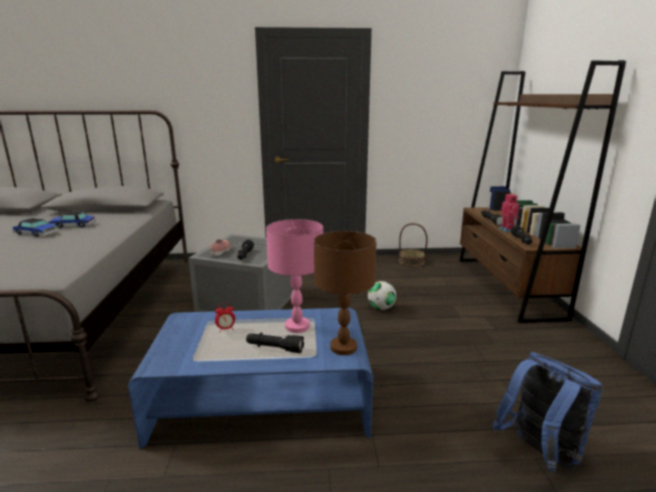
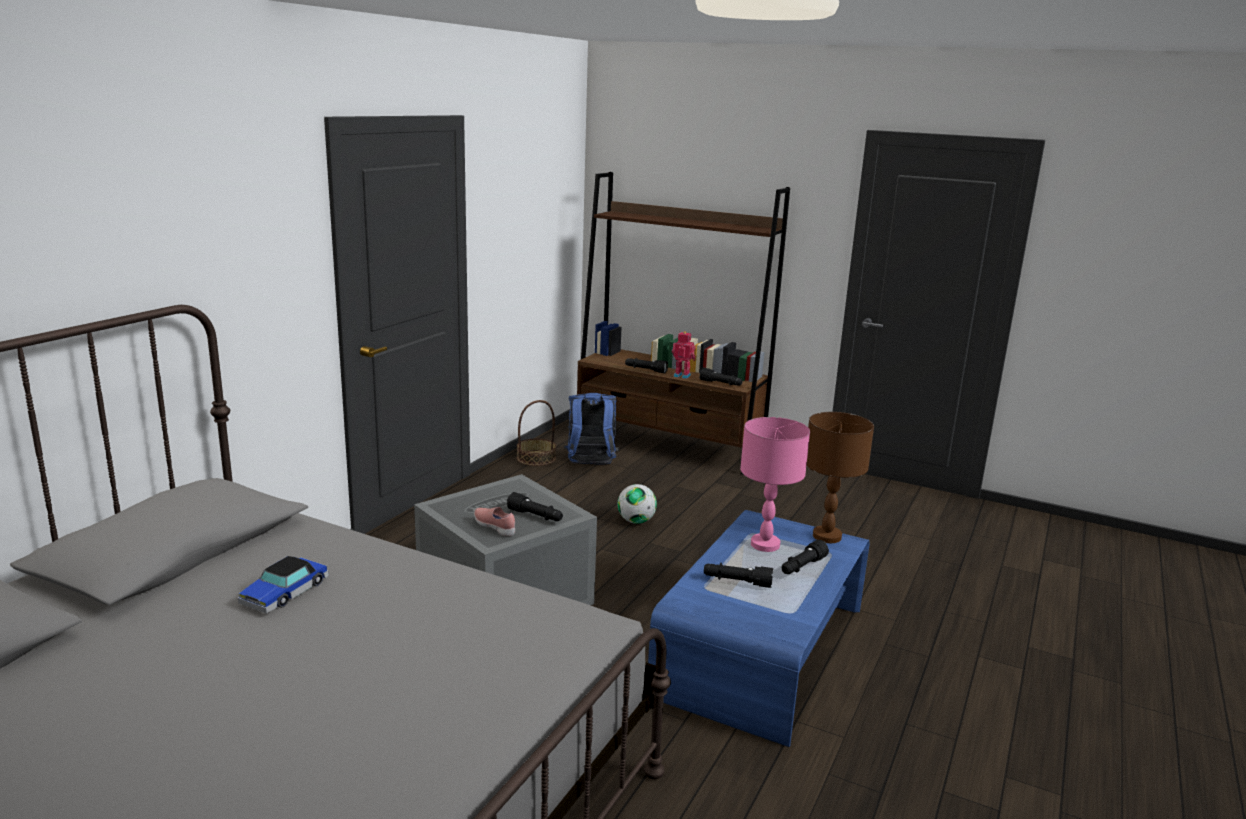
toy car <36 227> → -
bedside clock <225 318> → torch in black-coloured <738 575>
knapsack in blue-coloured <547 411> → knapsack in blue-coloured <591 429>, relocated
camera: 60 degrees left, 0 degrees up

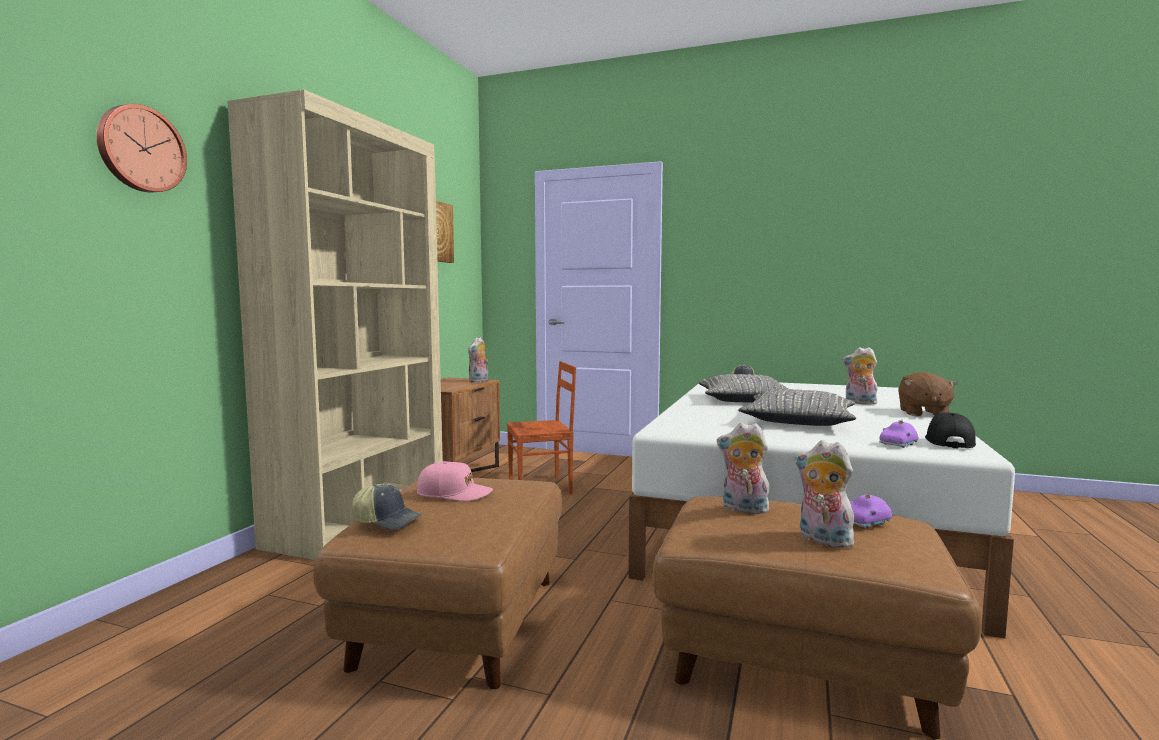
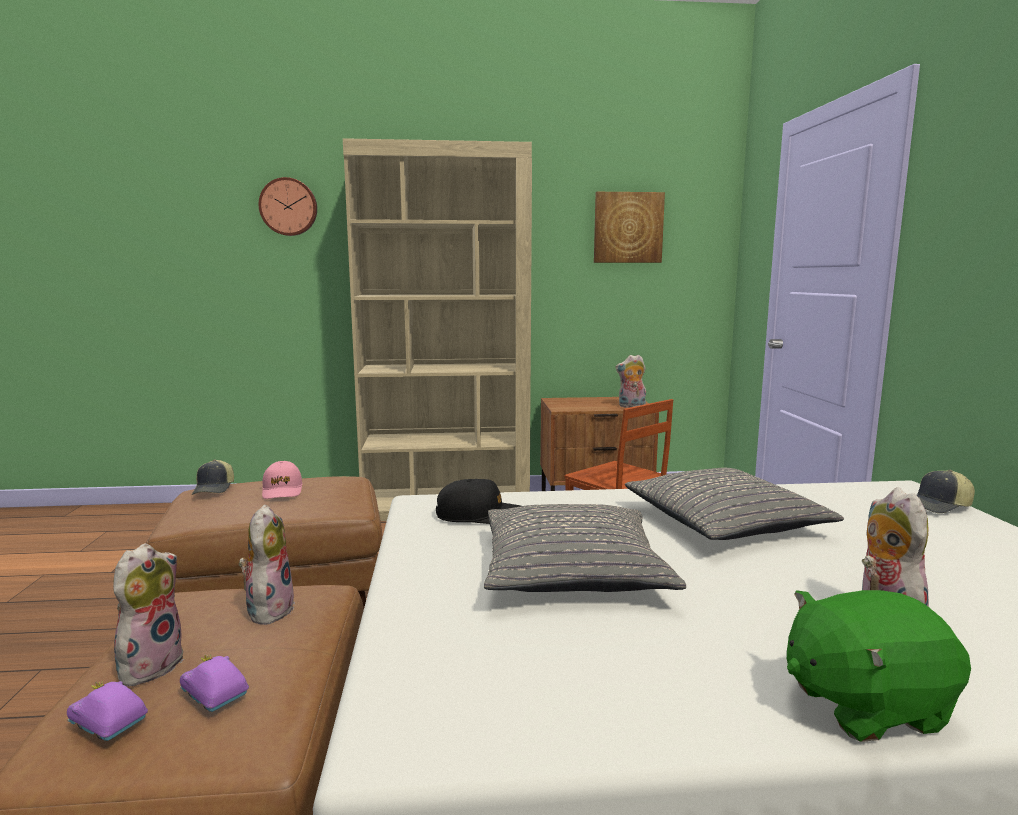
toy car in purple-coloured <899 434> → toy car in purple-coloured <107 711>, relocated
plush toy in brownish <928 394> → plush toy in green <879 666>
peaked cap in black-coloured <950 430> → peaked cap in black-coloured <478 501>, relocated
camera: 65 degrees right, 5 degrees up

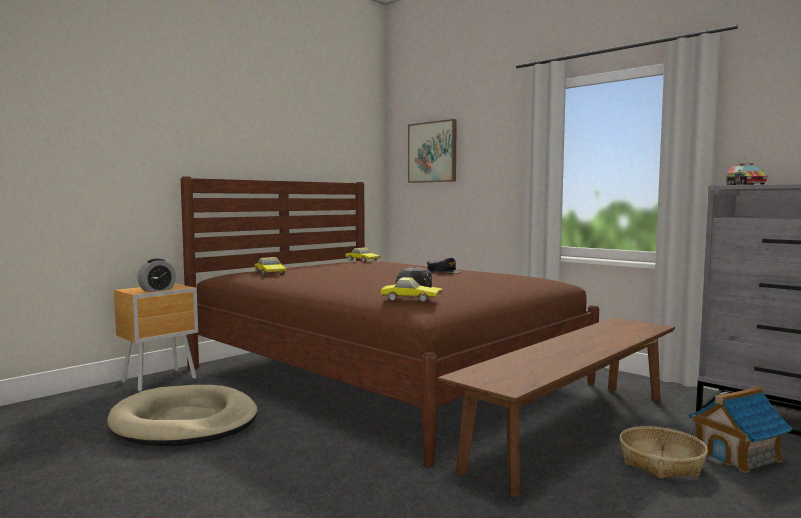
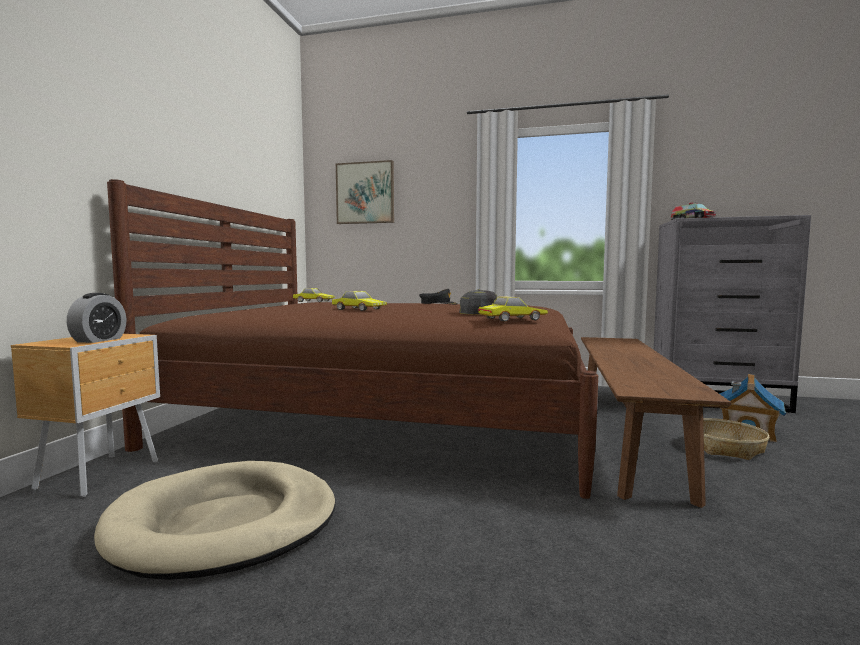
toy car <270 266> → toy car <359 301>, relocated
camera: 30 degrees left, 0 degrees up

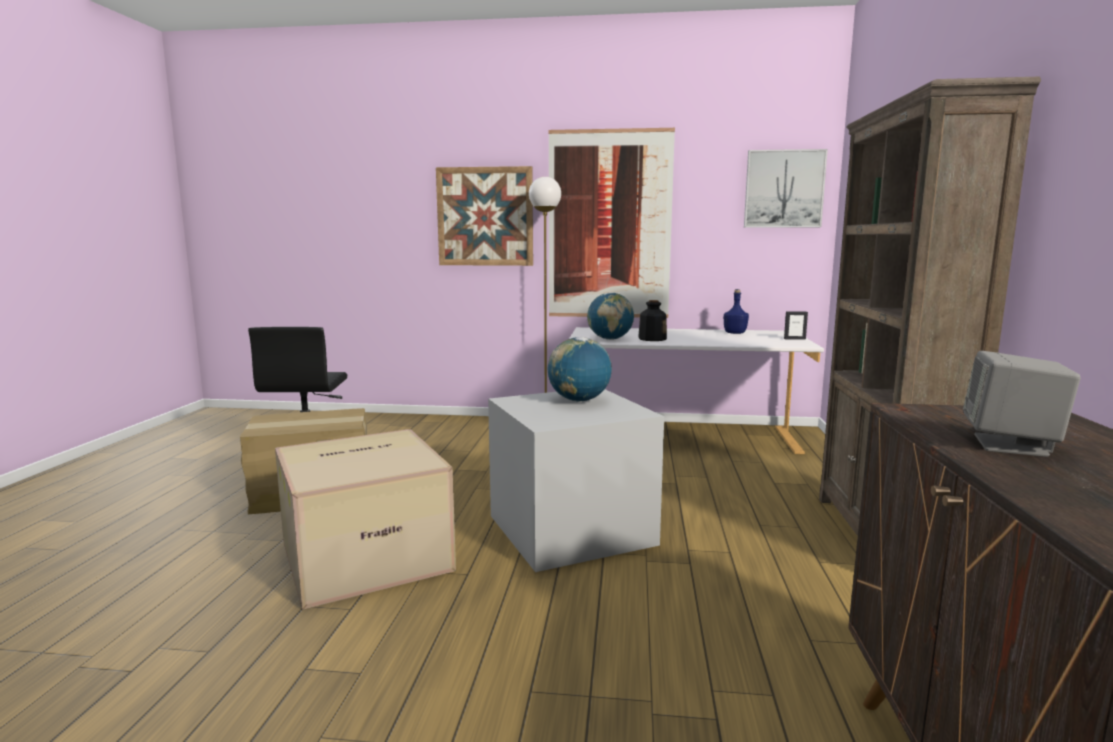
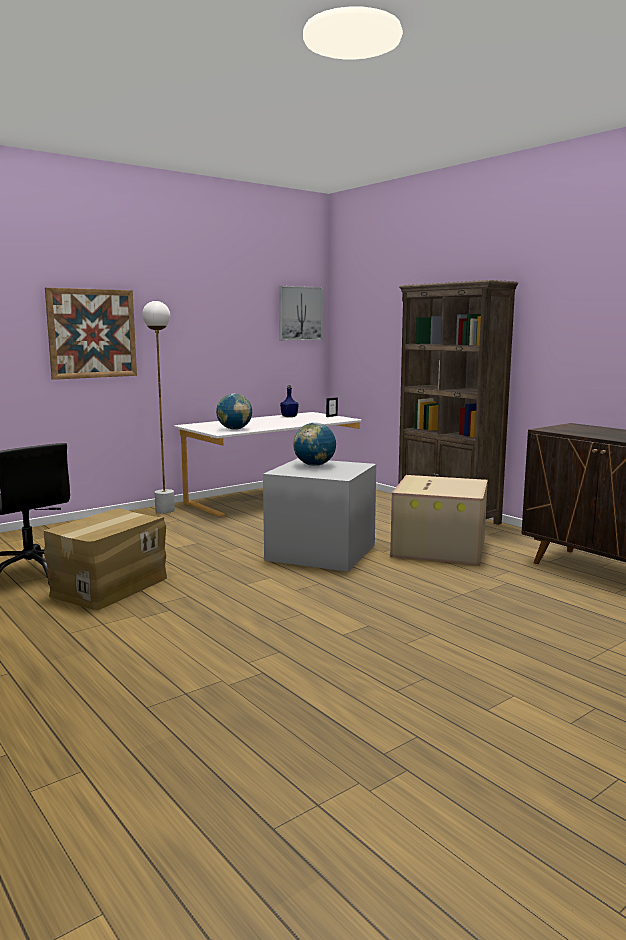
packing box <365 519> → packing box <439 520>, relocated
picture <611 223> → -
beverage bottle <652 320> → -
loudspeaker in greyish <1022 404> → -
camera: 45 degrees left, 0 degrees up

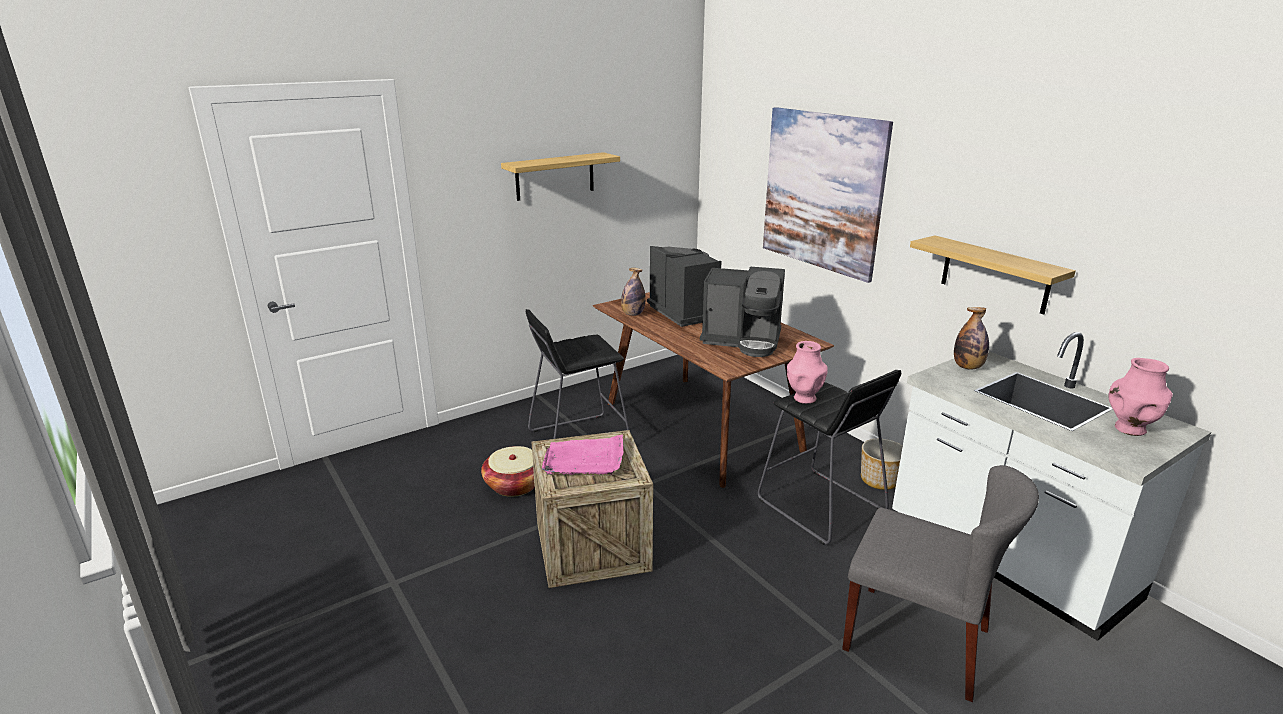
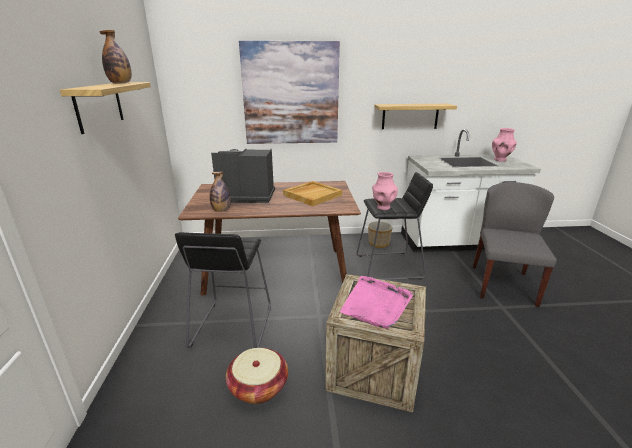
coffee maker <742 312> → carrying tray in beige-coloured <312 193>
upright chair in greyish <940 583> → upright chair in greyish <514 244>, 45 degrees counterclockwise
beverage bottle <971 338> → beverage bottle <116 57>, relocated
camera: 60 degrees left, 0 degrees up

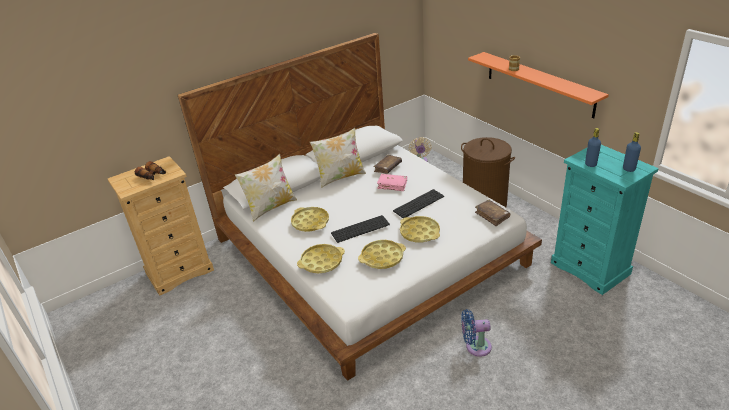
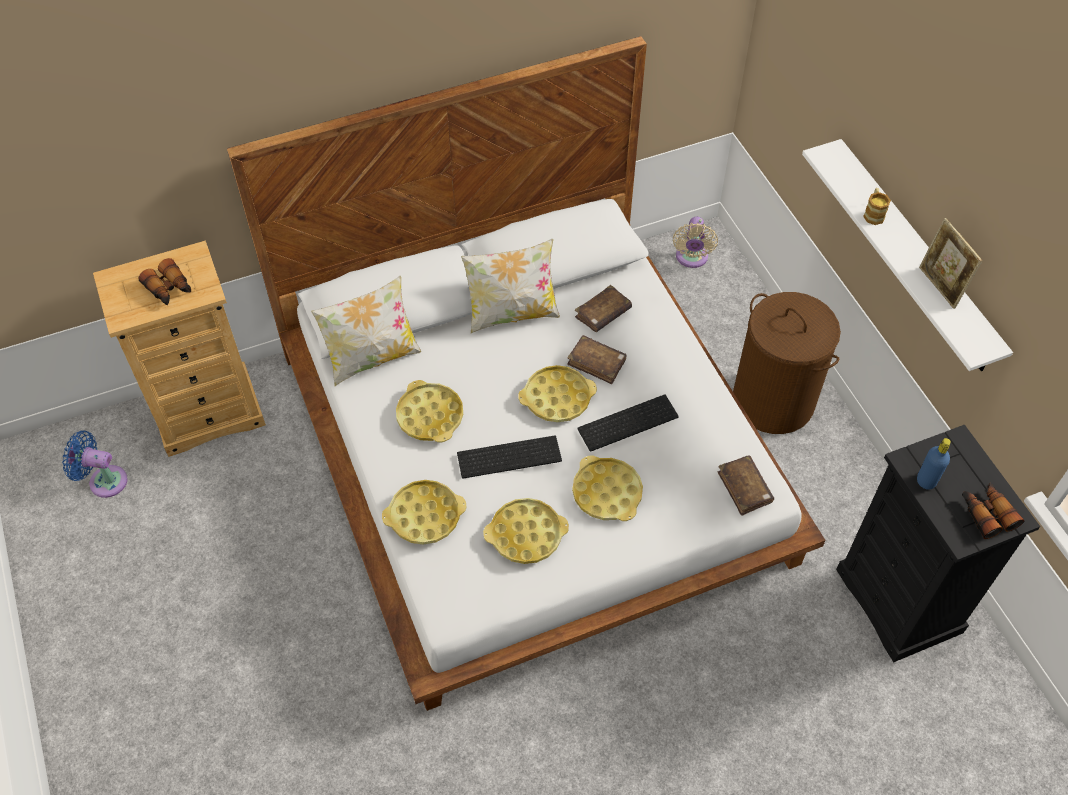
book in pink-coloured <392 182> → book in brownish <597 359>
cooling fan in blue-coloured <476 333> → cooling fan in blue-coloured <95 464>, relocated
shelf in orange-coloured <538 85> → shelf in white-coloured <907 255>
drawer chest in turquoise-coloured <605 220> → drawer chest in black-coloured <938 543>
beverage bottle in blue-coloured <632 152> → field glasses <993 510>
- → carrying tray in yellow-coloured <557 393>
- → picture frame <951 263>
camera: 10 degrees right, 20 degrees up

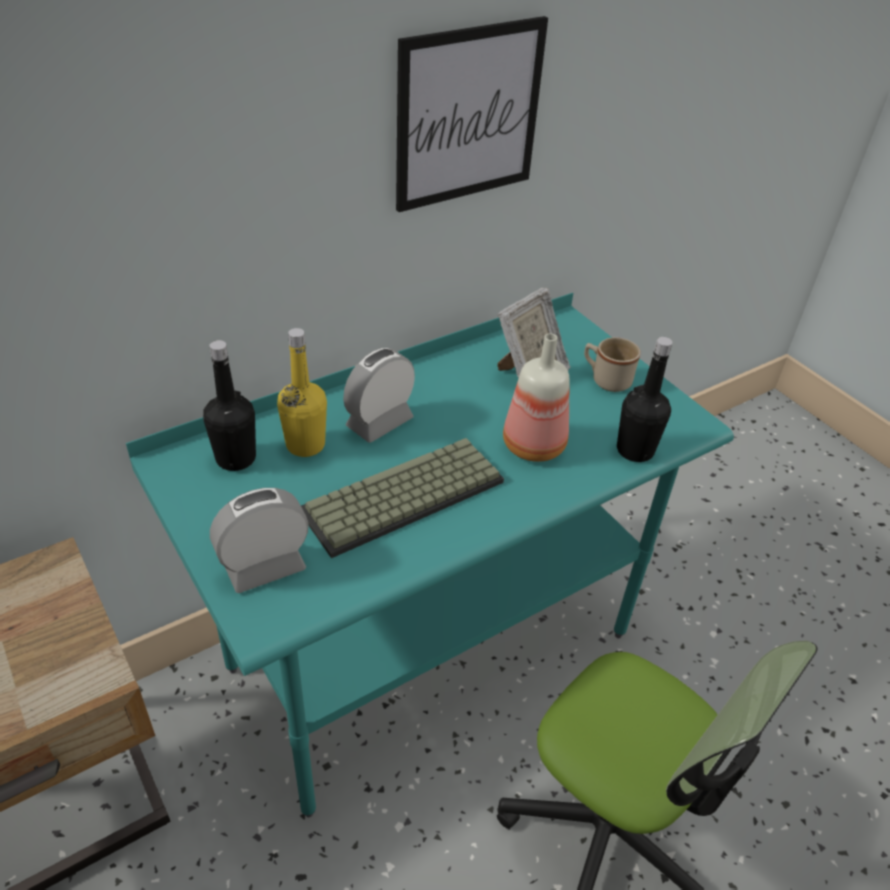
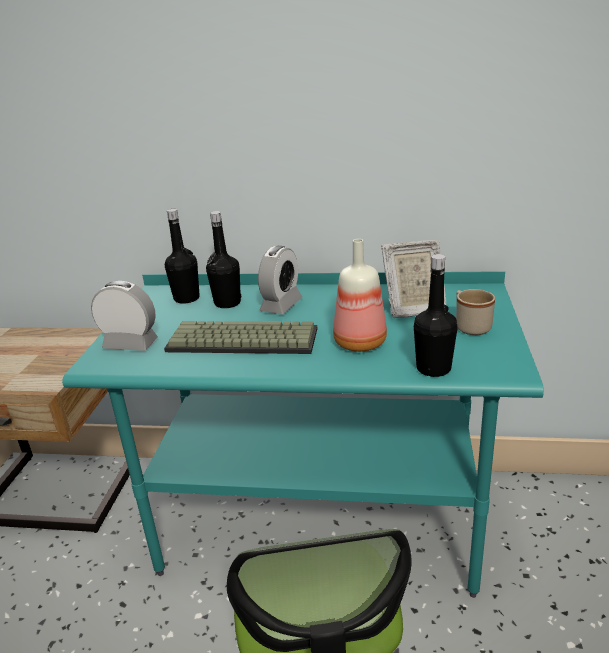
beverage bottle in yellow-coloured <302 392> → beverage bottle in black-coloured <223 259>
bedside clock <379 395> → bedside clock <280 280>, 120 degrees clockwise
picture <472 114> → -
camera: 45 degrees right, 15 degrees down

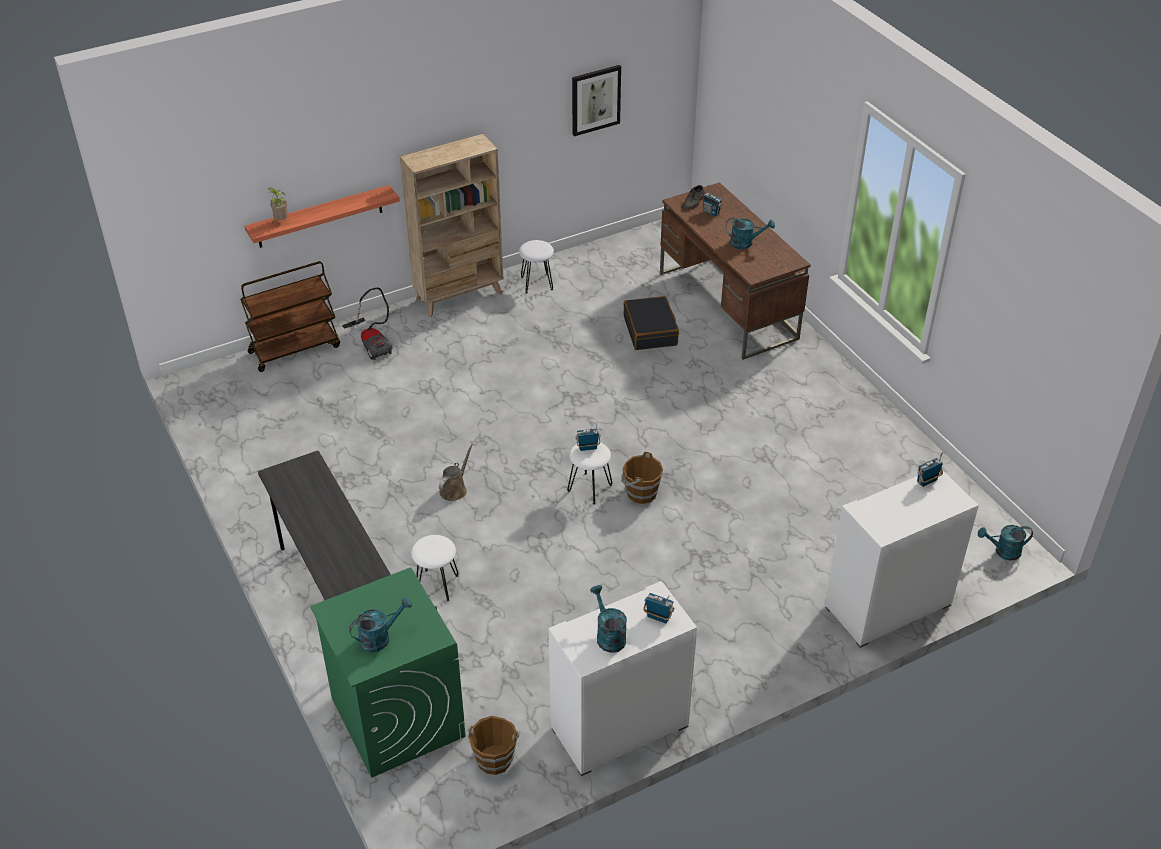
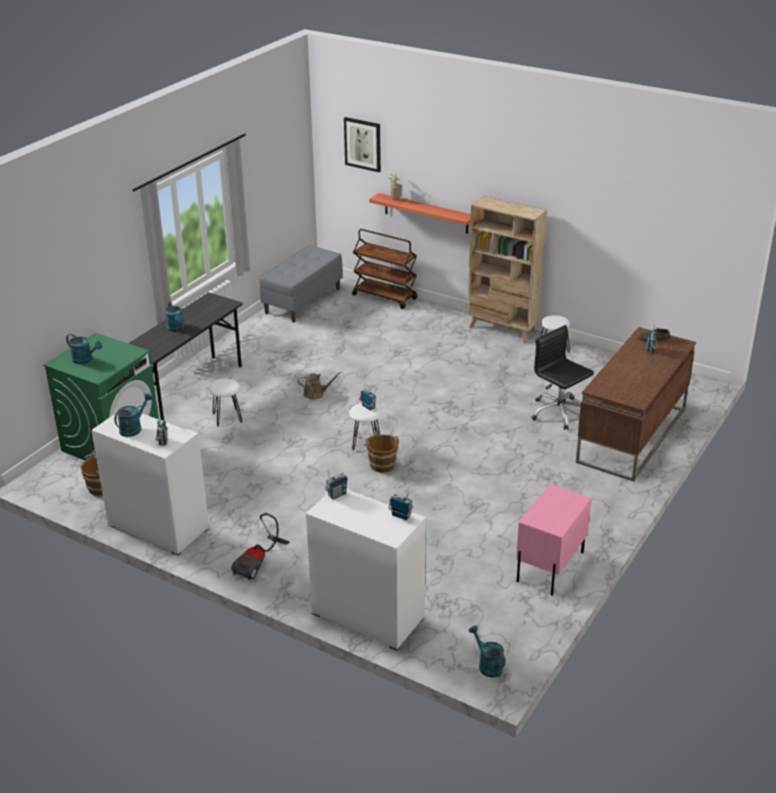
vacuum <367 323> → vacuum <260 546>, relocated
picture <596 100> → picture <362 144>, relocated
travel case in black-coloured <651 323> → office chair in black-coloured <562 377>
sprinkling can in turquoise-coloured <750 233> → sprinkling can in turquoise-coloured <174 316>, relocated
- → bench in greyish <301 284>
- → radio receiver <336 485>
- → bedside table in pink-coloured <554 540>
camera: 60 degrees right, 10 degrees down

